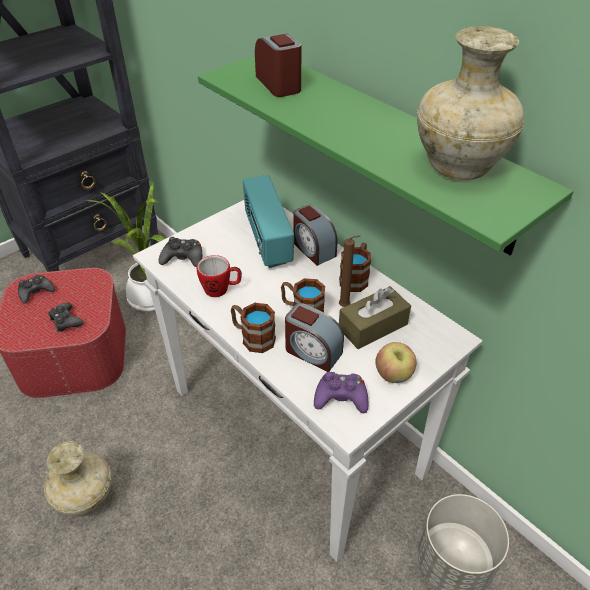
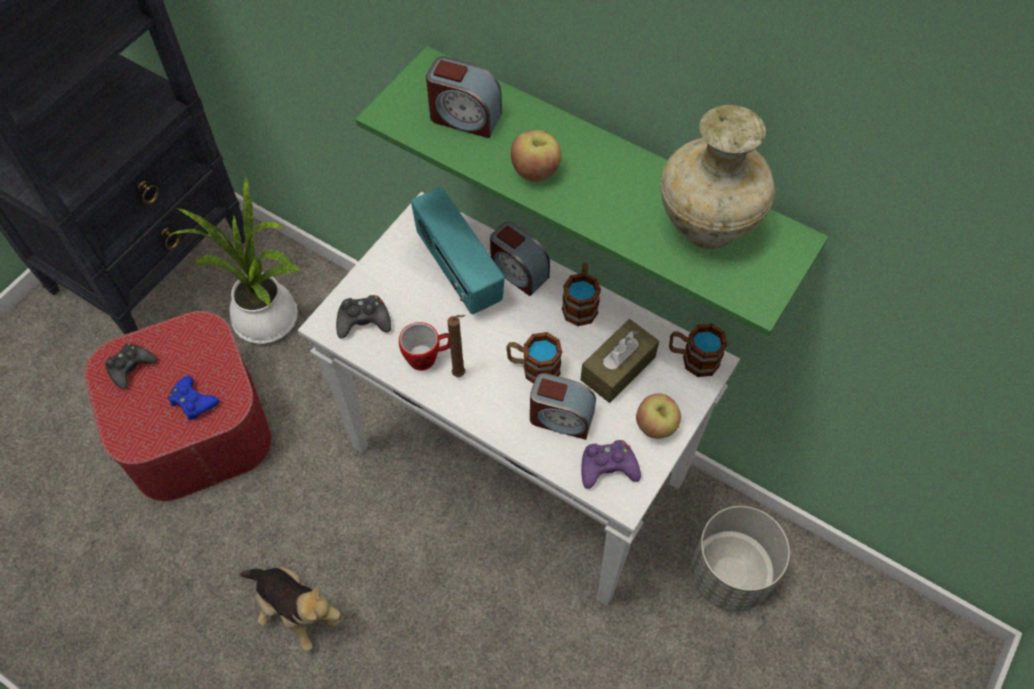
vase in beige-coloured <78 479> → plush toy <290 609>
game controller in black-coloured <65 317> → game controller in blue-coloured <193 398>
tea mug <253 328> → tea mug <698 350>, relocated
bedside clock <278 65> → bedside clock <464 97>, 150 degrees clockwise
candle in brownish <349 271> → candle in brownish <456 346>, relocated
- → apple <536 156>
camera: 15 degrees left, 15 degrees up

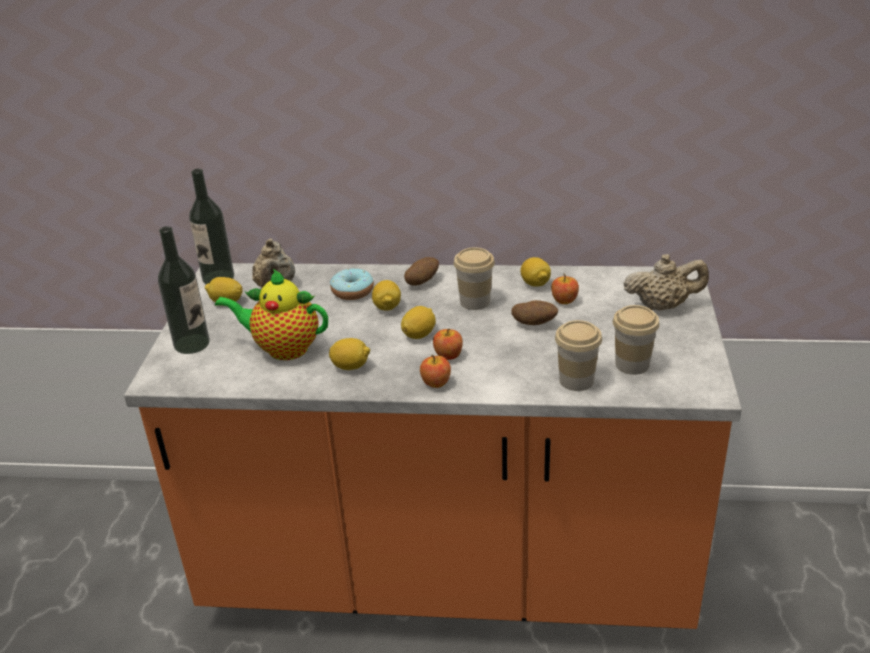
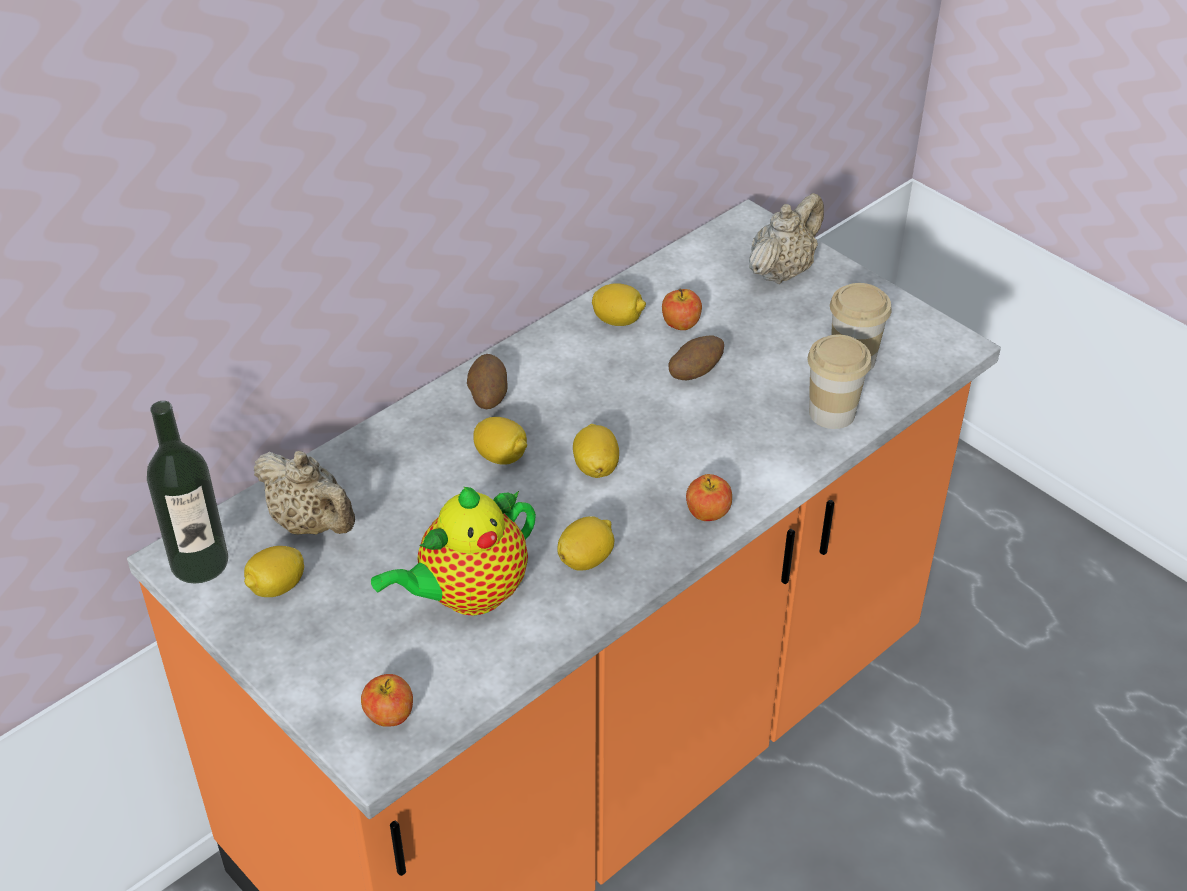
beverage bottle <183 290> → -
doughnut <352 284> → -
apple <448 344> → apple <387 700>, relocated
small cup <474 278> → -
camera: 50 degrees left, 10 degrees up

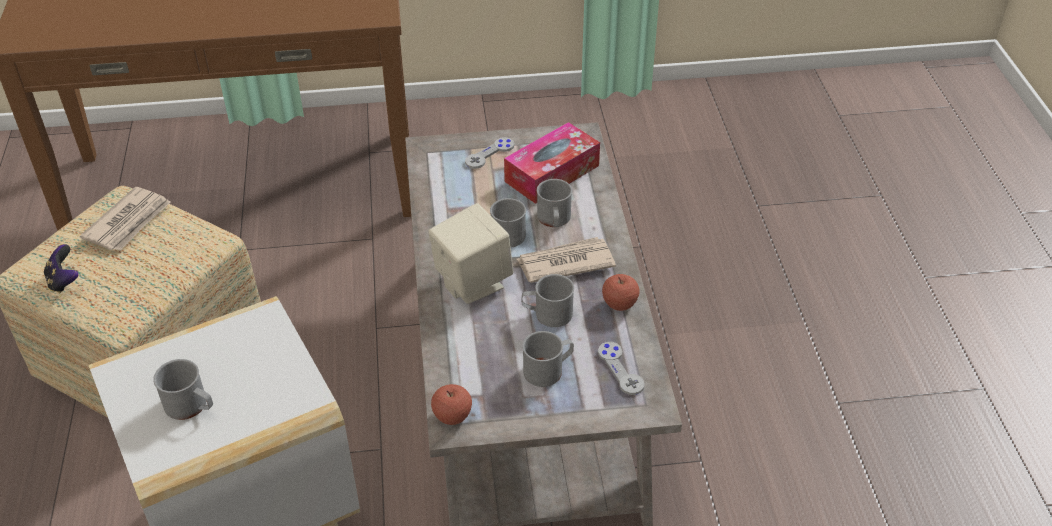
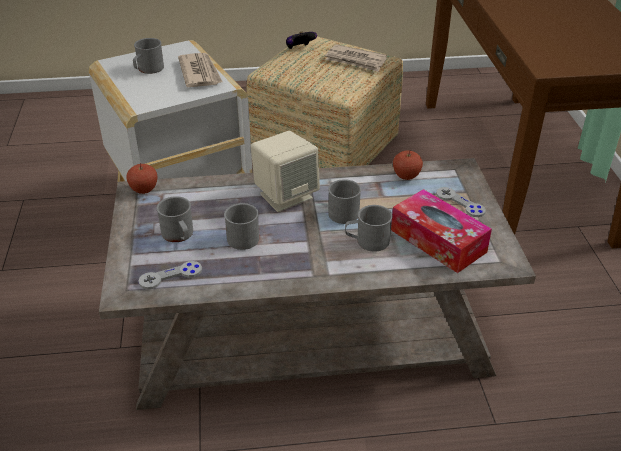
daily paper <566 260> → daily paper <200 70>, relocated
apple <621 292> → apple <408 165>, relocated
camera: 90 degrees right, 5 degrees down

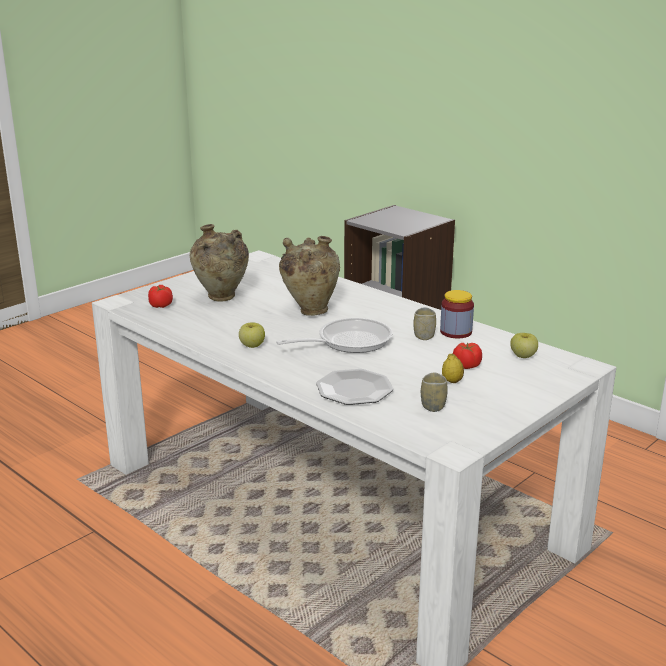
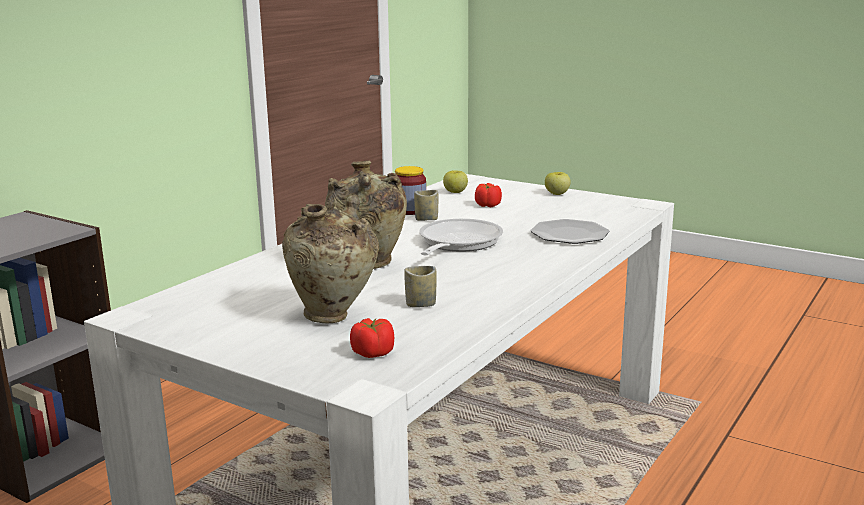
apple <252 335> → apple <557 183>, relocated
pan <334 335> → pan <461 237>, 60 degrees clockwise
small cup <434 392> → small cup <420 286>, relocated
lemon <453 368> → -
camera: 100 degrees left, 5 degrees down

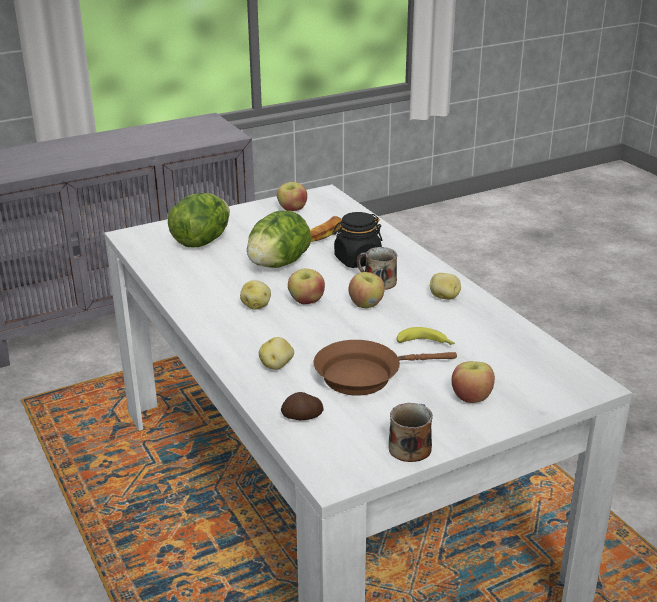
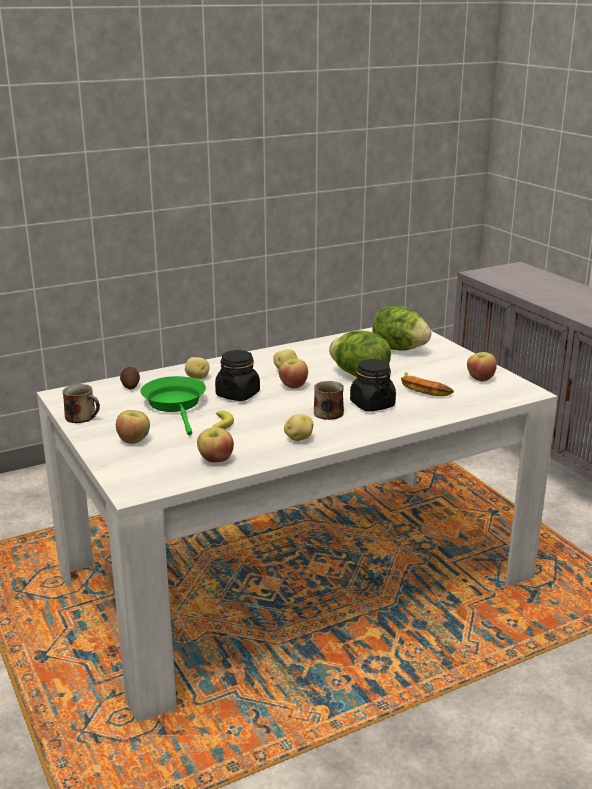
pan in brownish <385 368> → pan in green <173 406>
apple <367 290> → apple <215 445>, relocated
- → preserve jar in black-coloured <237 375>
camera: 90 degrees right, 5 degrees down

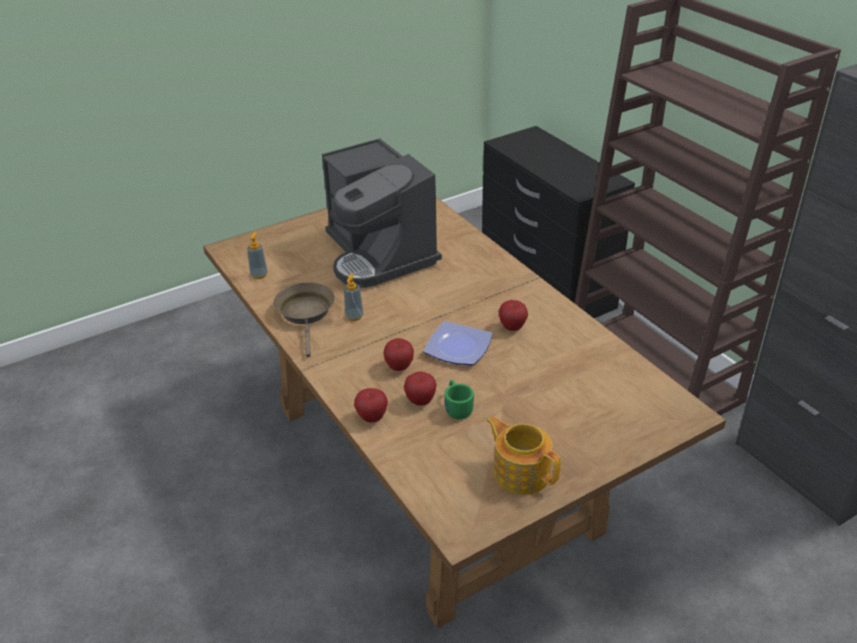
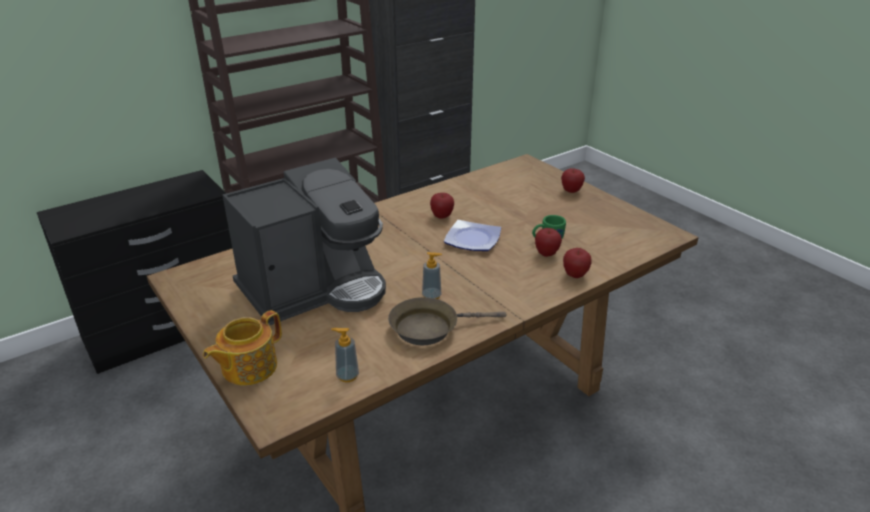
apple <399 354> → apple <573 180>, relocated
teapot <524 455> → teapot <242 348>, relocated
camera: 95 degrees left, 5 degrees down

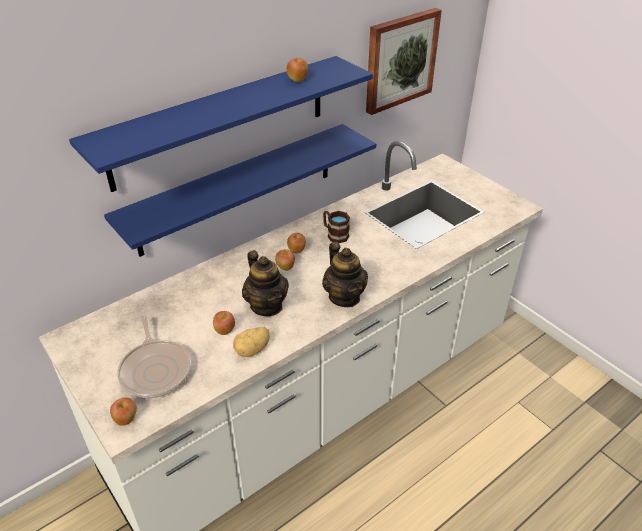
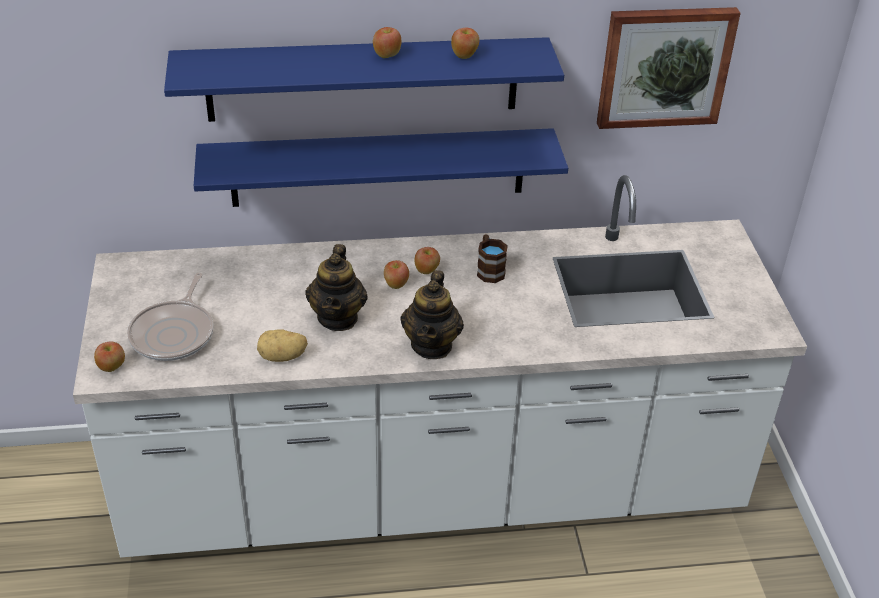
apple <224 323> → apple <387 42>, relocated
camera: 30 degrees right, 0 degrees up

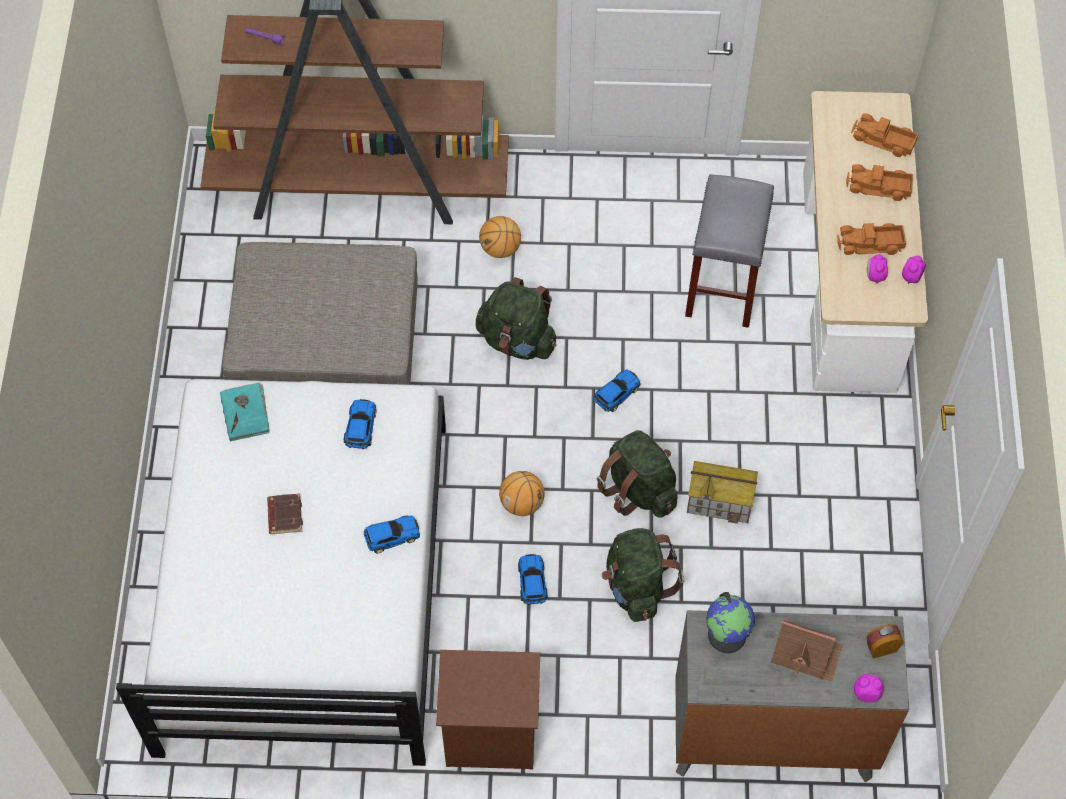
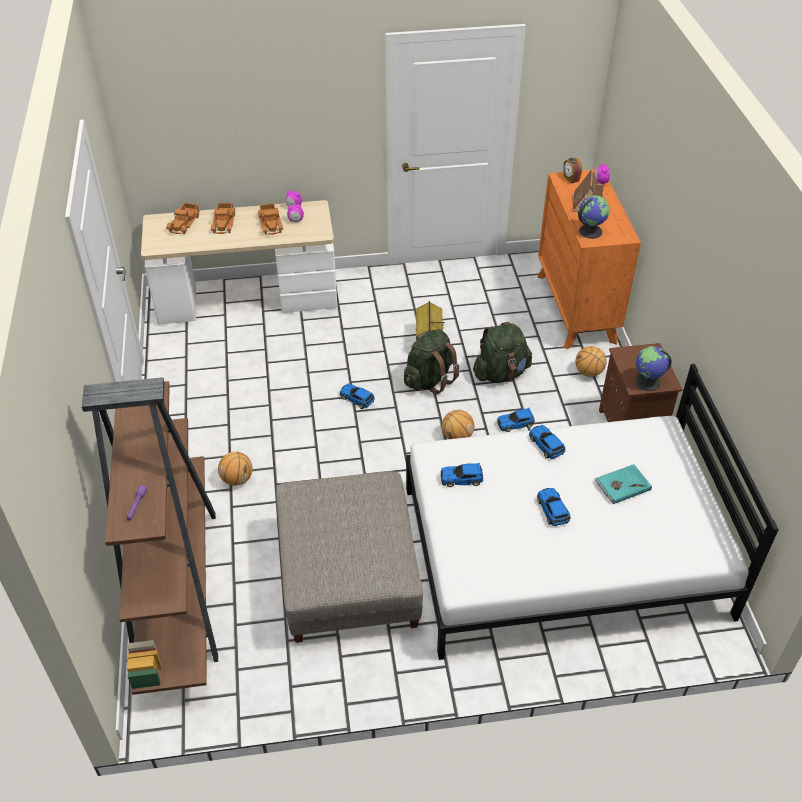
book in turquoise-coloured <245 411> → book in turquoise-coloured <623 484>, relocated
book in brownish <285 513> → toy car <554 507>
knapsack in green <516 318> → -
drawer chest in greyish <792 696> → drawer chest in orange-coloured <589 260>
stool in greyish <729 251> → -
- → basketball ball <591 361>
- → globe <653 368>
camera: 100 degrees left, 15 degrees down

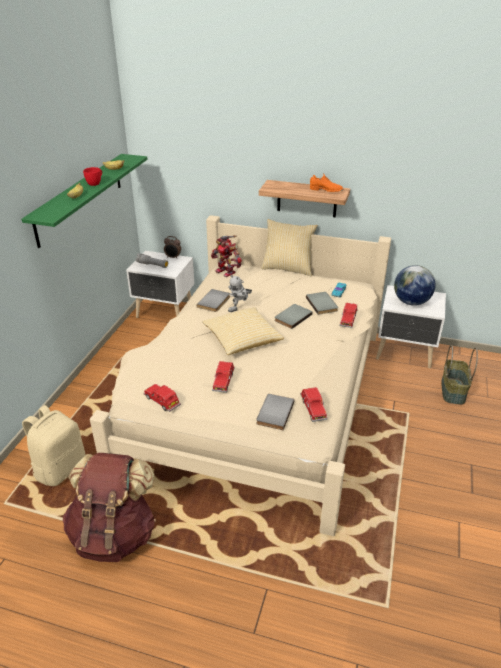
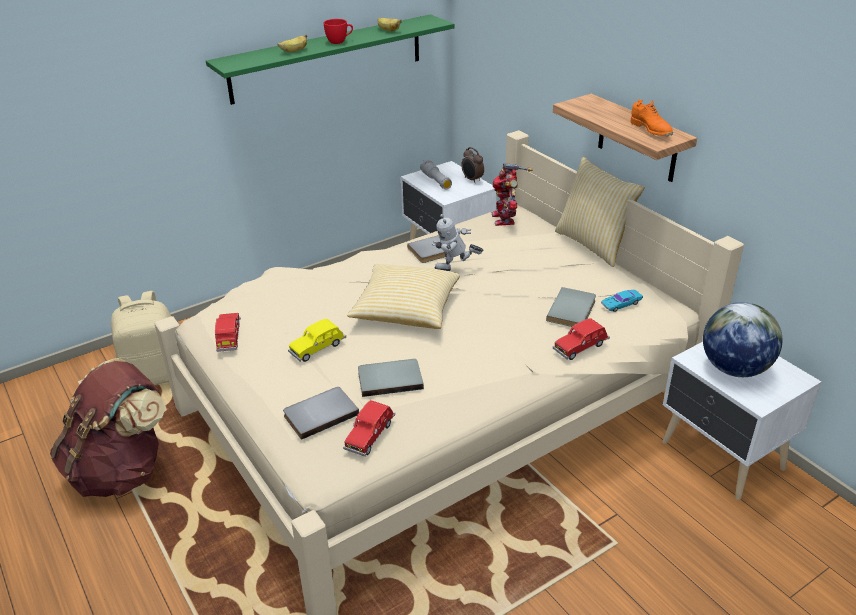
toy car in red <223 377> → toy car in yellow-coloured <317 340>
book in greyish <293 316> → book in greyish <391 378>, relocated
storage basket <459 375> → -
camera: 40 degrees right, 0 degrees up

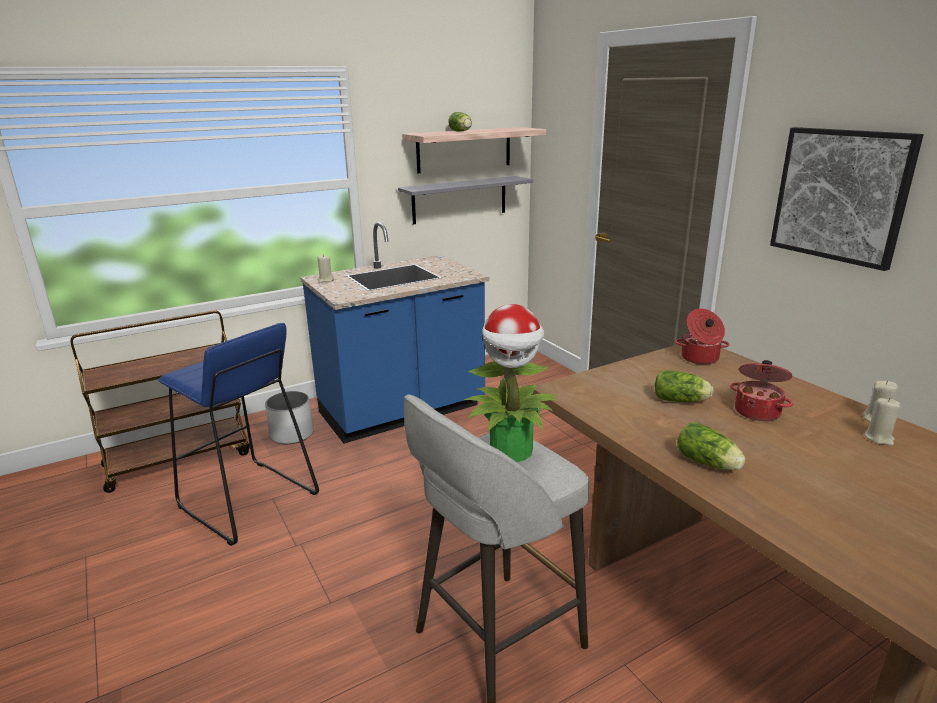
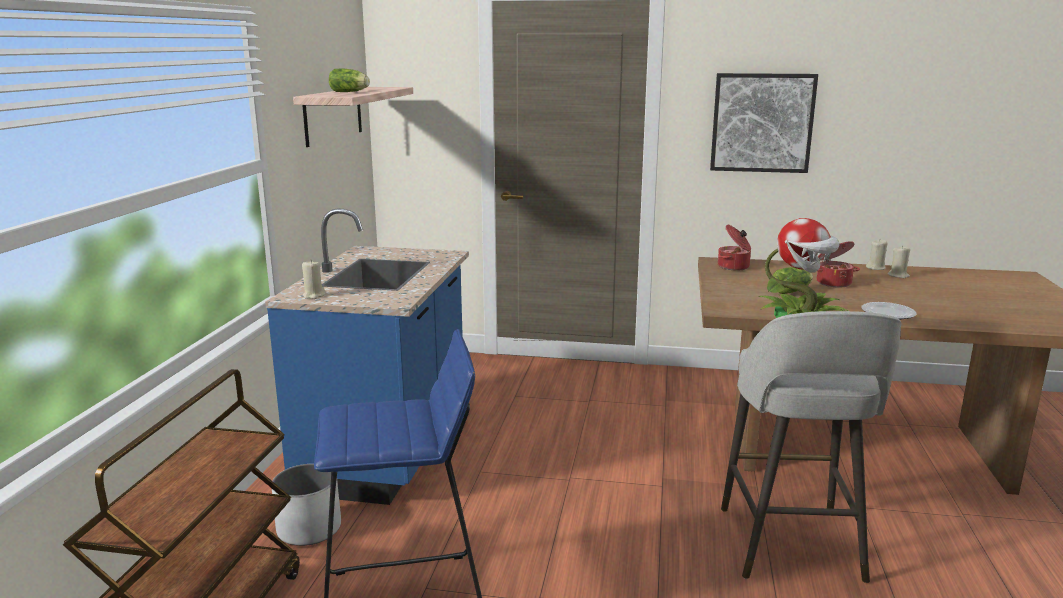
shelf in greyish <465 200> → -
lettuce <711 446> → dinner plate <889 311>
camera: 50 degrees left, 5 degrees down

